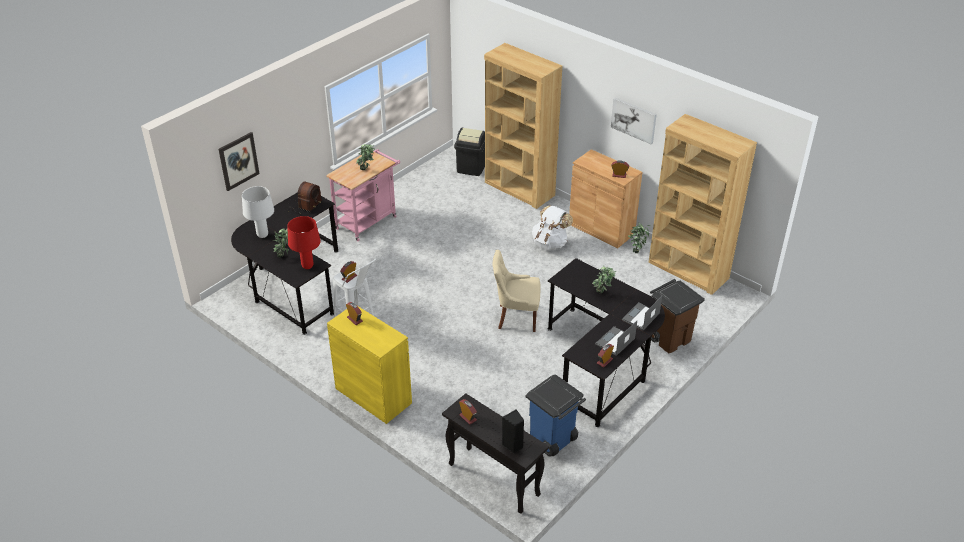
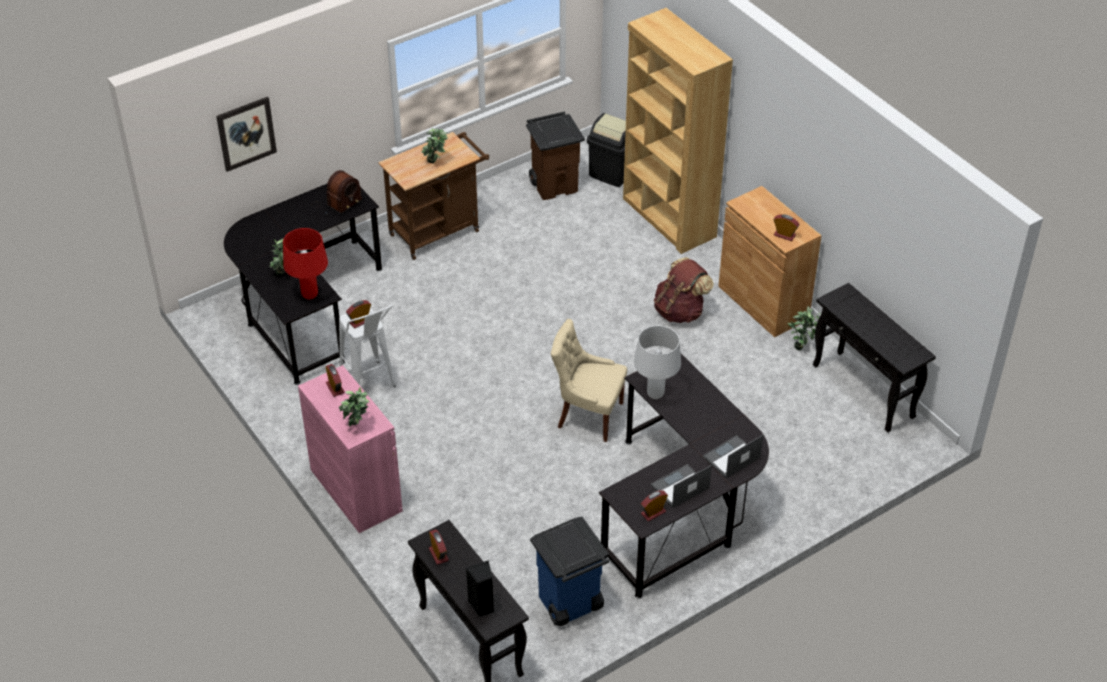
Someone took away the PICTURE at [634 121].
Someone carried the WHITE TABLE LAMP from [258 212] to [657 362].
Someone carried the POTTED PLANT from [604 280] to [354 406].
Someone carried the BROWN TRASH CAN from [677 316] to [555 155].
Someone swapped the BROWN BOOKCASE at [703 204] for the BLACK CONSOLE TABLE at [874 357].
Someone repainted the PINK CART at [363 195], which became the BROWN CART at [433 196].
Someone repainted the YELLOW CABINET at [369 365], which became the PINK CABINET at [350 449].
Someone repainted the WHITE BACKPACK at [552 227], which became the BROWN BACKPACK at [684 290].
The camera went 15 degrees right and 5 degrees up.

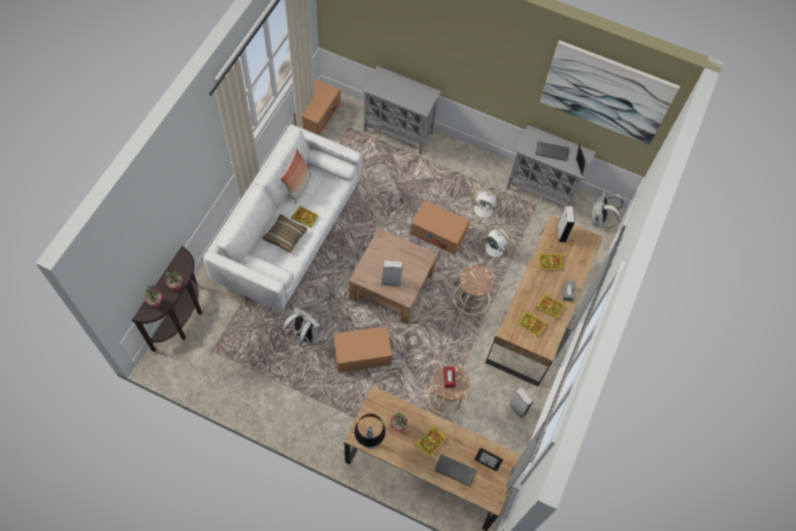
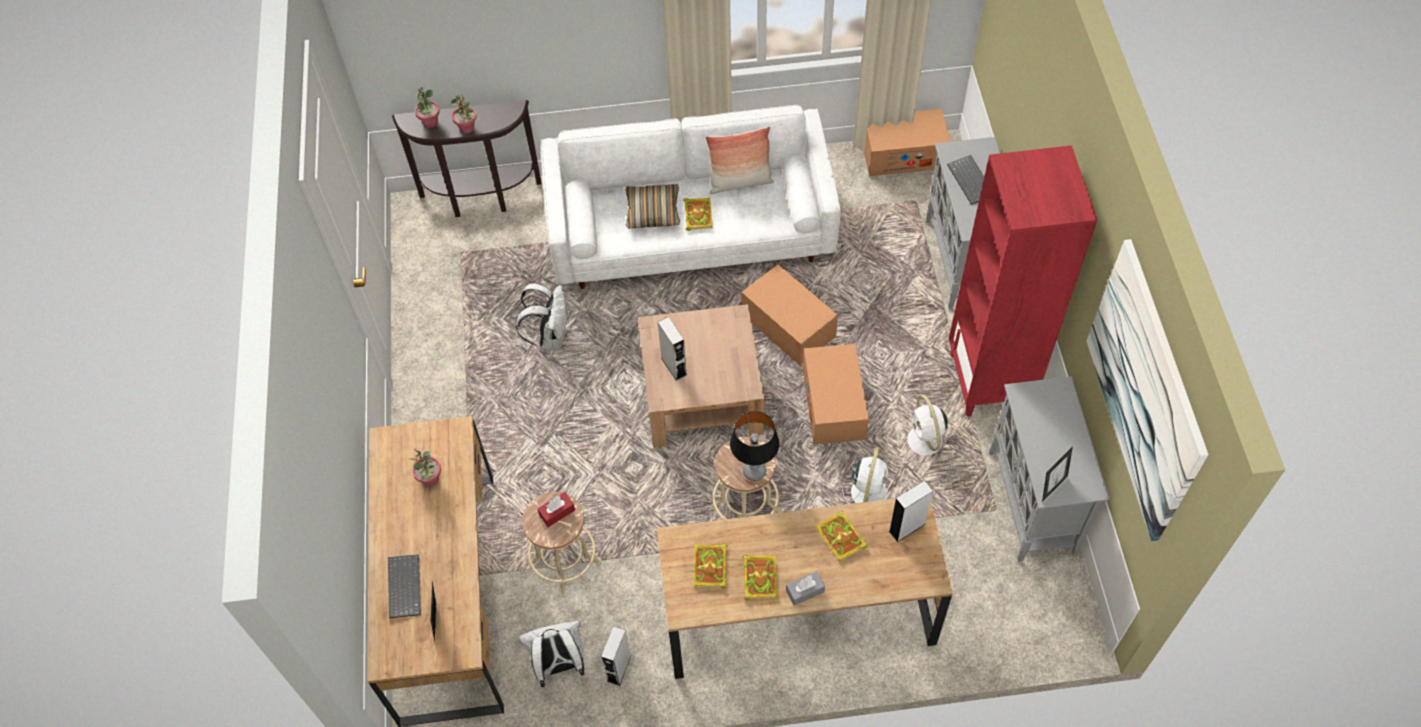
Someone took away the BOOK at [431 441].
Someone put down the RED BOOKCASE at [1023 280].
Someone carried the CARDBOARD BOX from [362 349] to [790 314].
Someone carried the TABLE LAMP from [370 431] to [755 446].
Someone carried the KEYBOARD from [552 151] to [965 180].
Someone carried the WHITE BACKPACK from [607 209] to [551 654].
The camera went 65 degrees right and 5 degrees down.

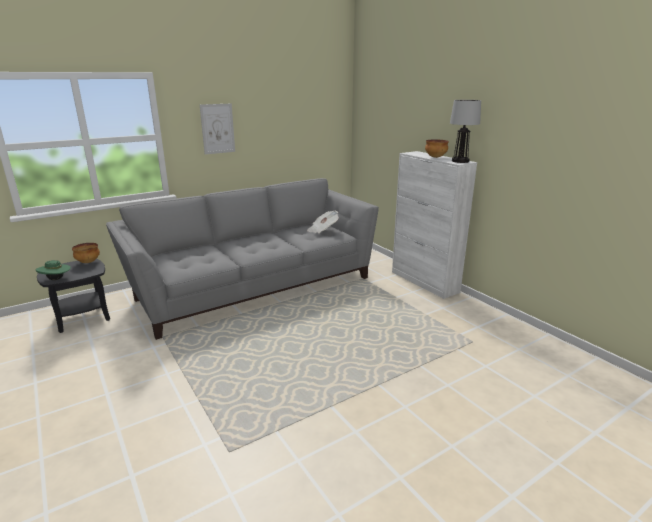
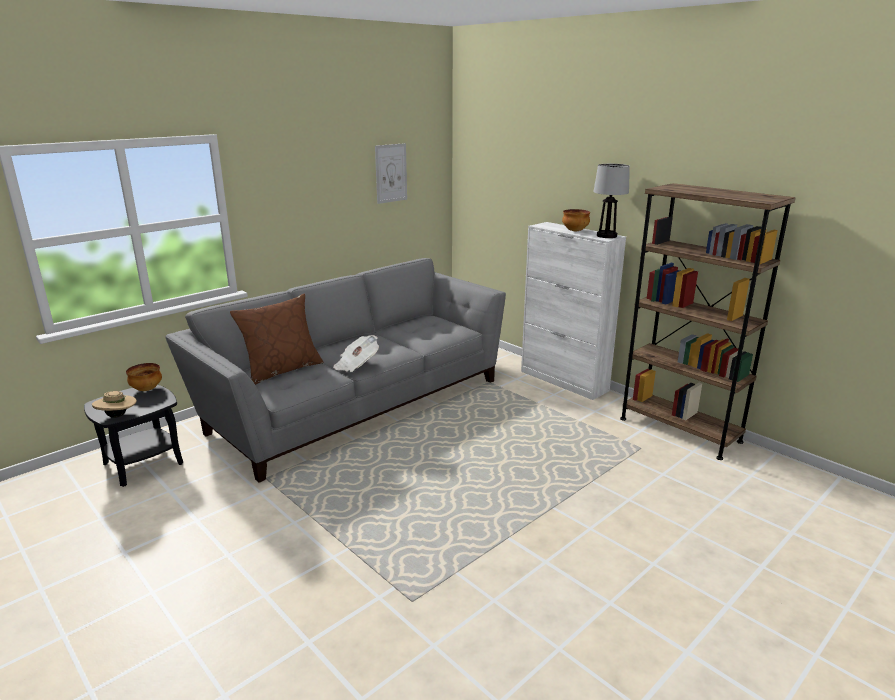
Someone put down the BROWN PILLOW at [277 339].
Someone put down the BROWN BOOKCASE at [708 321].
Someone carried the PICTURE from [217 129] to [391 173].
Someone carried the NEWSPAPER from [323 222] to [356 353].
Someone repainted the GREEN HAT at [53 270], which became the BEIGE HAT at [114 404].
The camera went 10 degrees left and 0 degrees up.

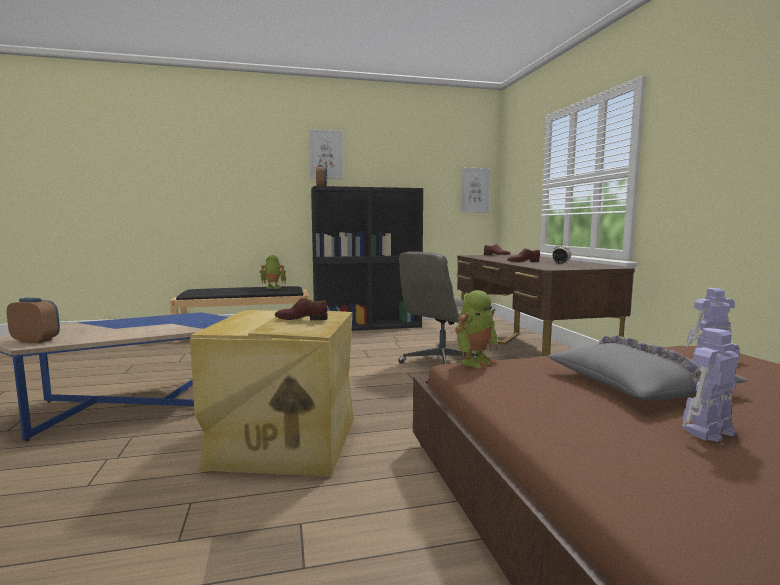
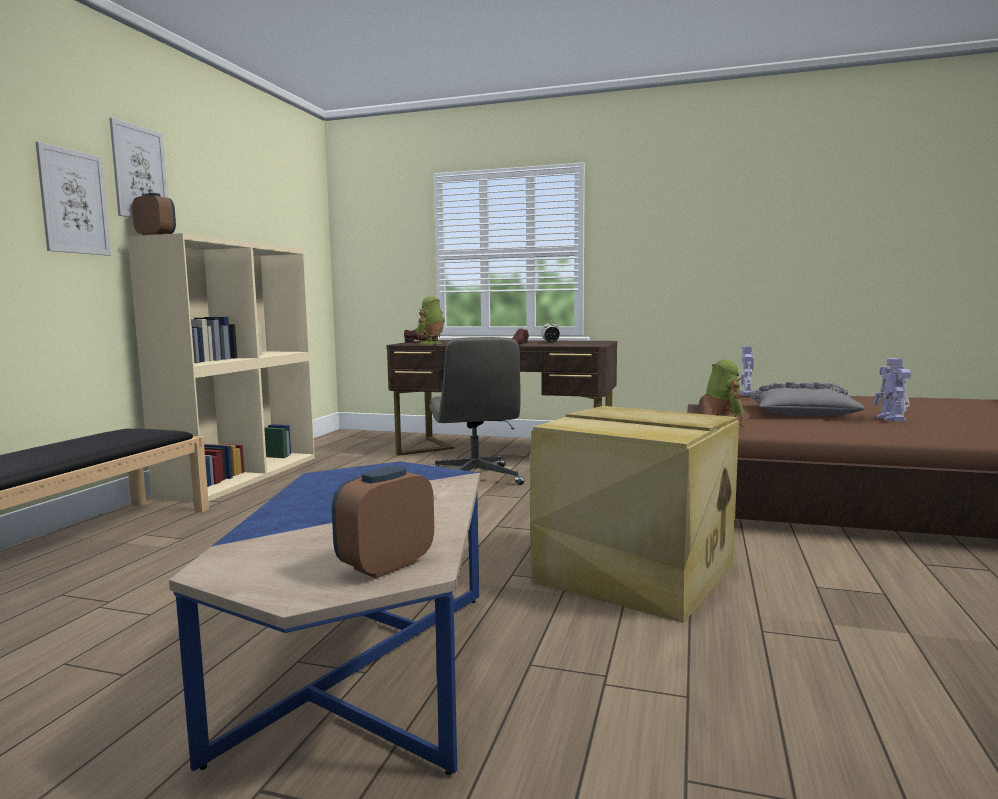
Someone took away the BROWN SHOE at [301 309].
Someone carried the TOY ROBOT from [273 272] to [430 320].
Someone carried the PICTURE from [475 190] to [73 198].
Someone repainted the BLACK BOOKCASE at [367 258], which became the BEIGE BOOKCASE at [221 368].
The camera went 60 degrees left and 0 degrees up.

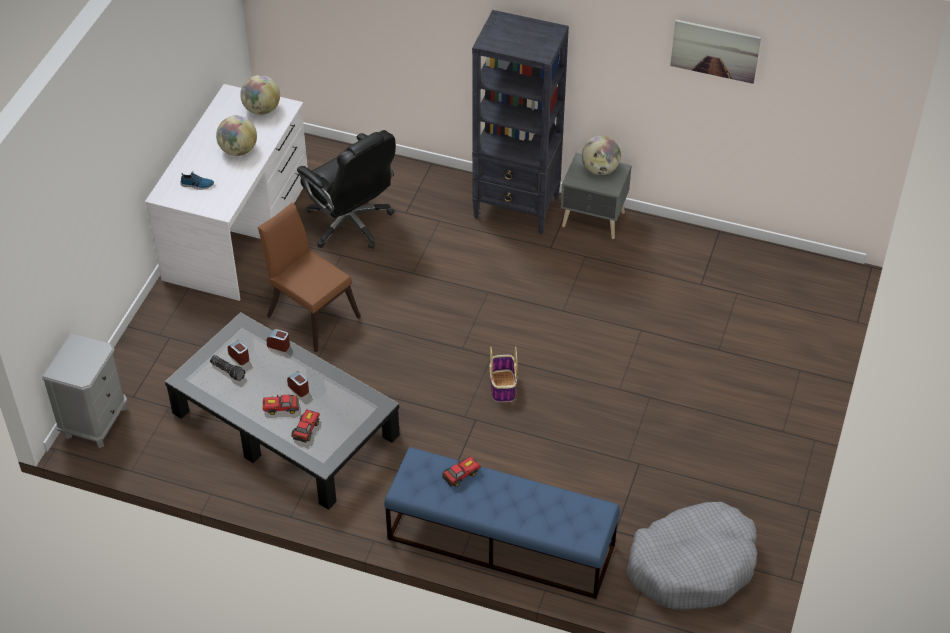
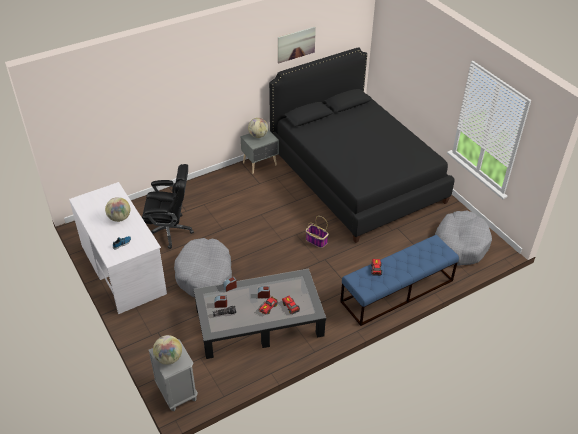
Someone took away the BLACK BOOKCASE at [520 122].
Someone put down the BLACK BED at [361 145].
Someone carried the GLOBE from [260 95] to [167 350].
Someone swapped the BROWN CHAIR at [309 277] for the GREY DOG BED at [203 267].
The camera went 50 degrees left and 5 degrees down.

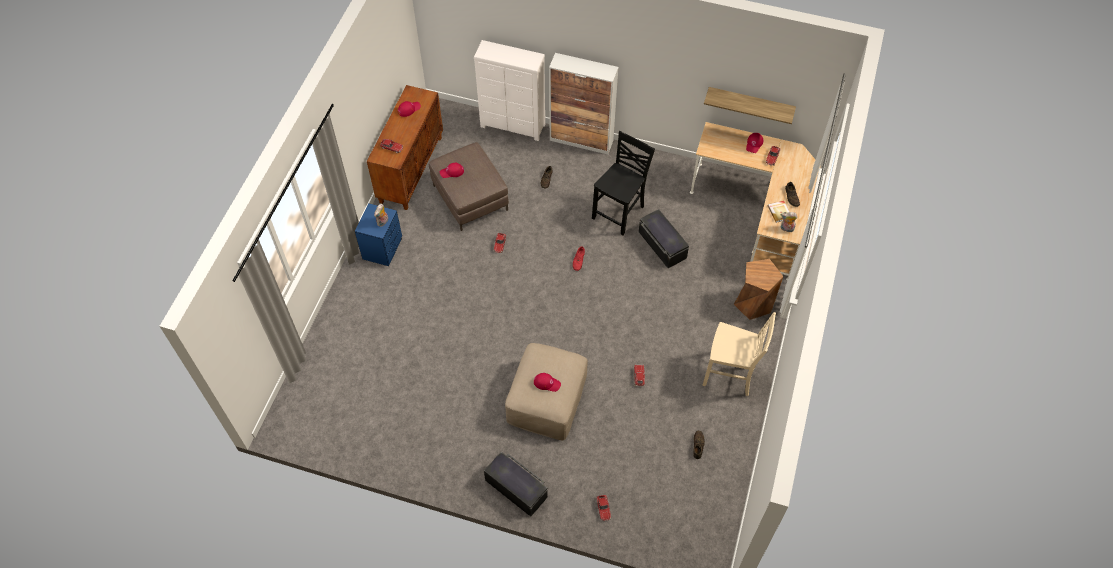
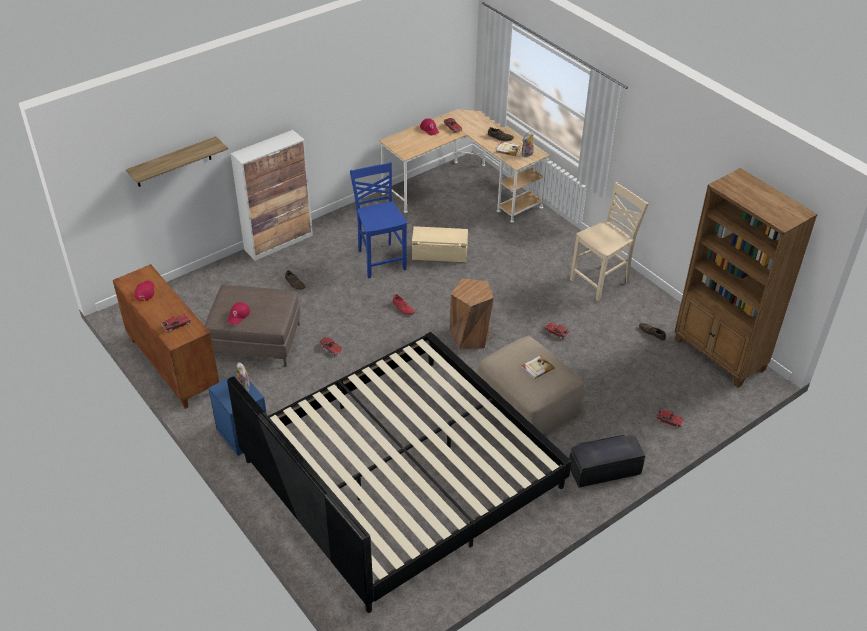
Someone took away the WHITE DRESSER at [509 90].
Someone put down the BED at [399 472].
Someone put down the BROWN BOOKCASE at [746 278].
Someone carried the SHELF from [750 105] to [177 161].
Someone carried the BROWN STOOL from [759 289] to [472 314].
Someone swapped the RED CAP at [547 382] for the BOOK at [538 367].
Someone repainted the BLACK CHAIR at [623 183], which became the BLUE CHAIR at [378 220].
Someone repainted the BLACK STORAGE BOX at [664 238], which became the BEIGE STORAGE BOX at [440 244].
The camera went 55 degrees left and 15 degrees down.

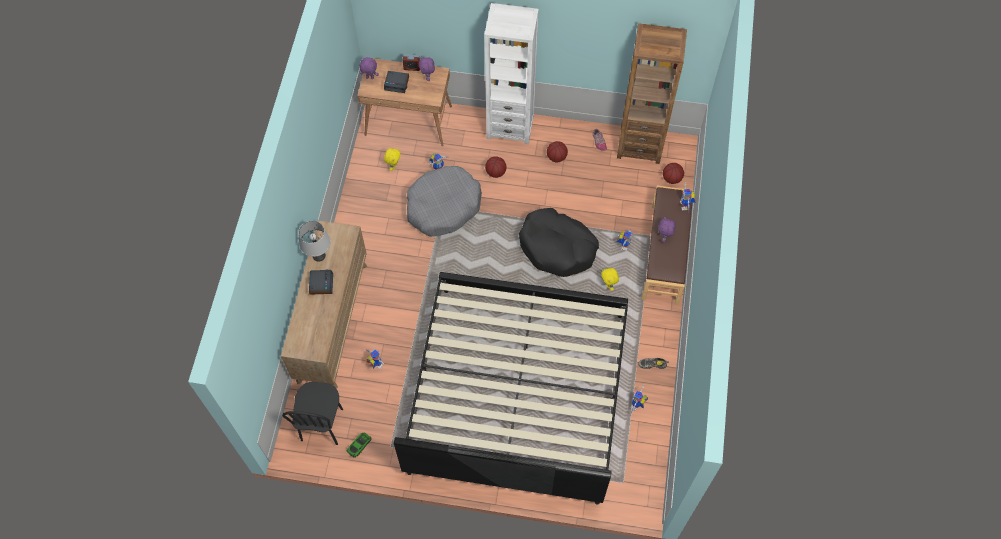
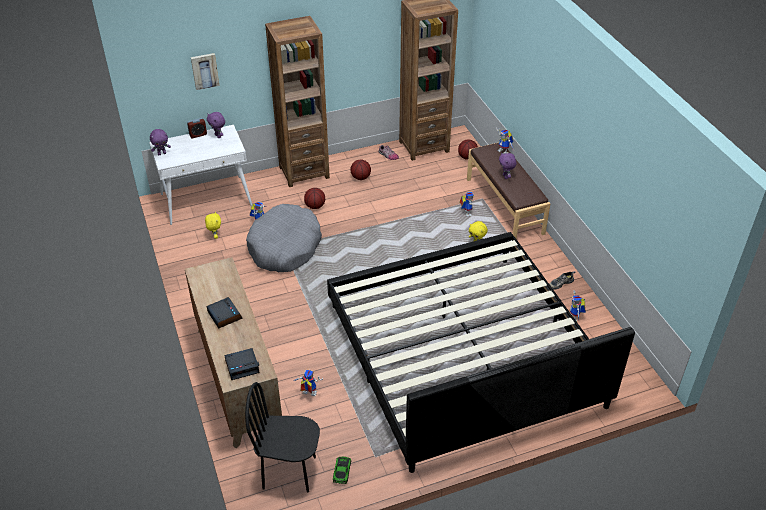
Someone took away the GREY TABLE LAMP at [314 241].
Someone took away the BLACK DOG BED at [559 242].
Someone put up the PICTURE at [205 71].
Someone carried the ALARM CLOCK from [396 82] to [242 364].
Someone repainted the BROWN DESK at [404 102], which became the WHITE DESK at [200 175].
Someone repainted the WHITE BOOKCASE at [511 74], which became the BROWN BOOKCASE at [297 101].
Someone rotated the BLACK CHAIR at [312 413] by 120 degrees clockwise.
The camera went 30 degrees left and 20 degrees down.

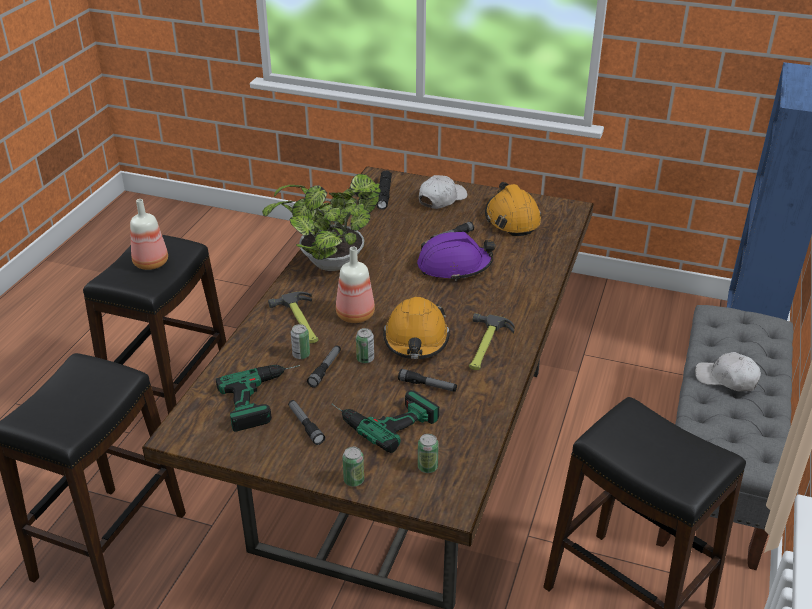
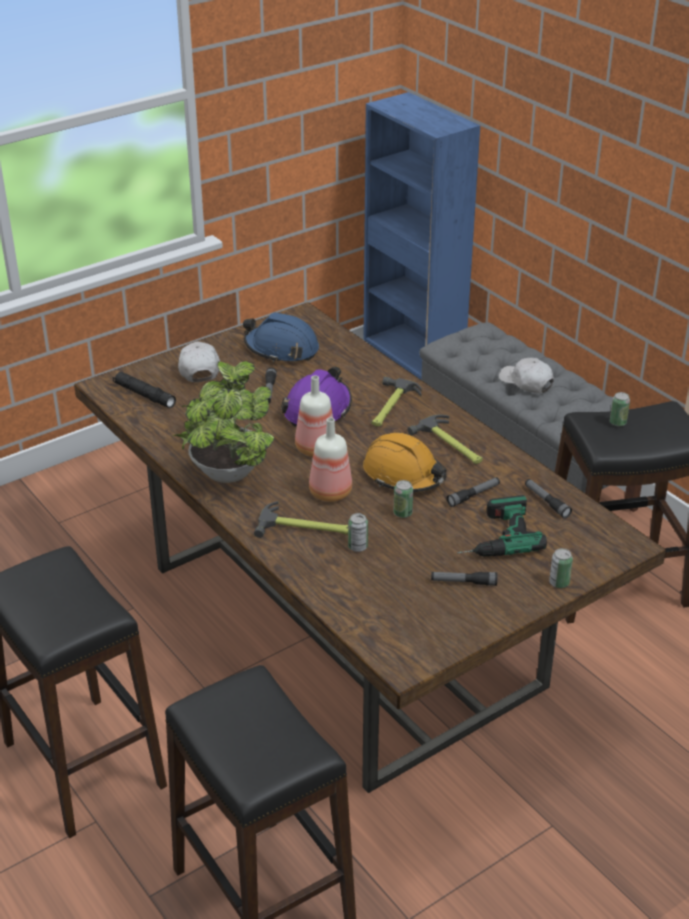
Someone took away the POWER DRILL at [258 398].
Someone put down the HAMMER at [396 402].
Someone carried the BOTTLE from [149 234] to [315 416].
Someone carried the FLASHLIGHT from [324 366] to [548 498].
Someone carried the CAN from [428 453] to [620 409].
Someone repainted the ORANGE HARD HAT at [513 209], which became the BLUE HARD HAT at [281 337].
Someone rotated the WHITE CAP at [728 372] by 75 degrees clockwise.
The camera went 55 degrees left and 0 degrees up.

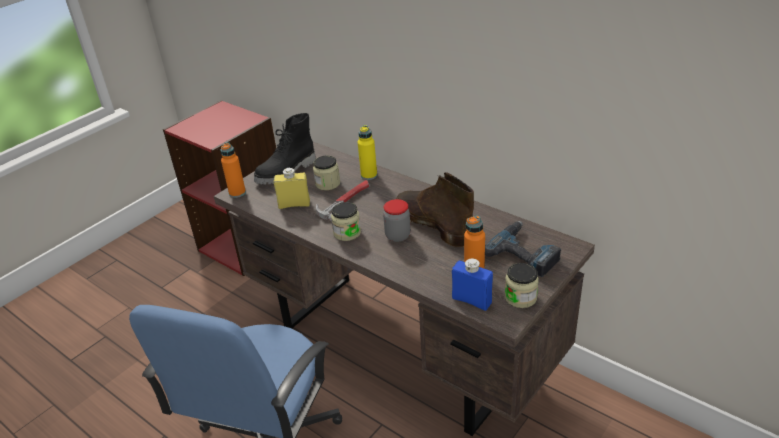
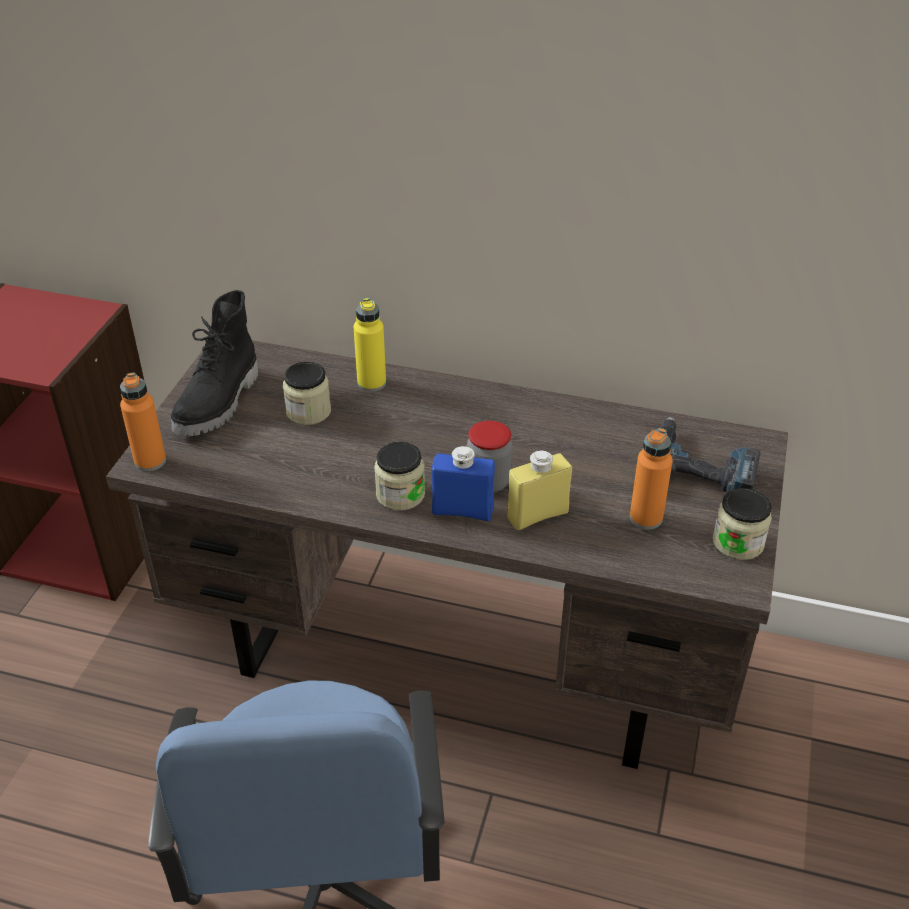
Someone took away the HAMMER at [342 200].
Someone took away the BROWN BOOT at [435 209].
Someone carried the YELLOW BOTTLE from [292 188] to [539 490].
Someone carried the BLUE BOTTLE from [472 285] to [463 483].
The camera went 25 degrees left and 5 degrees up.

